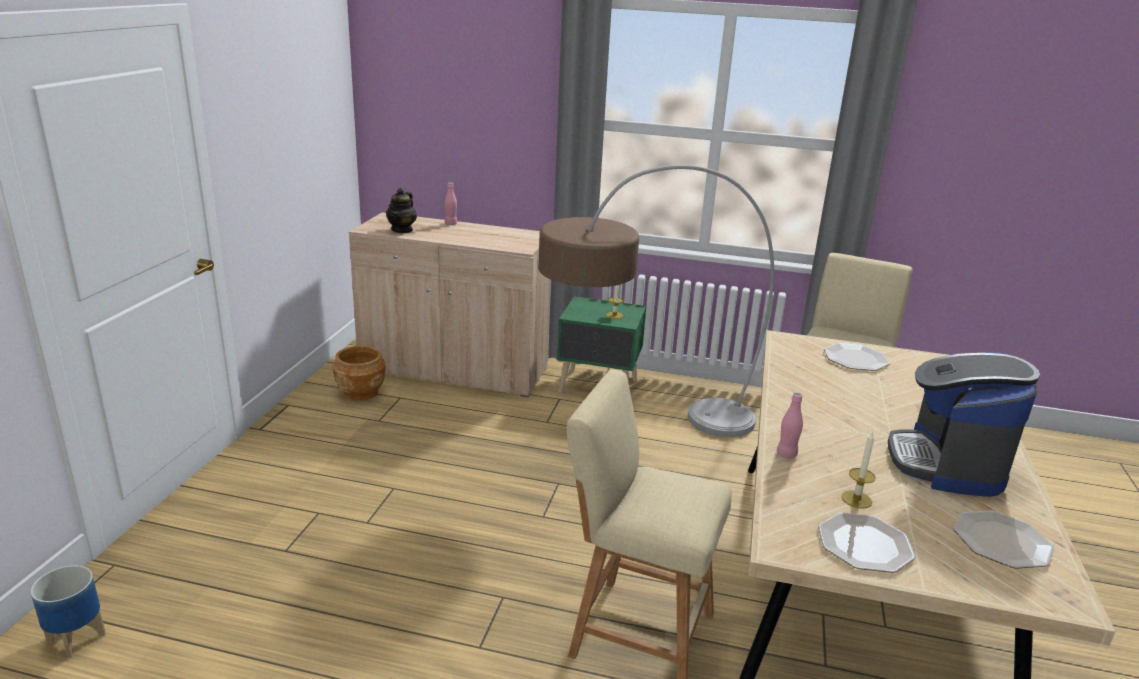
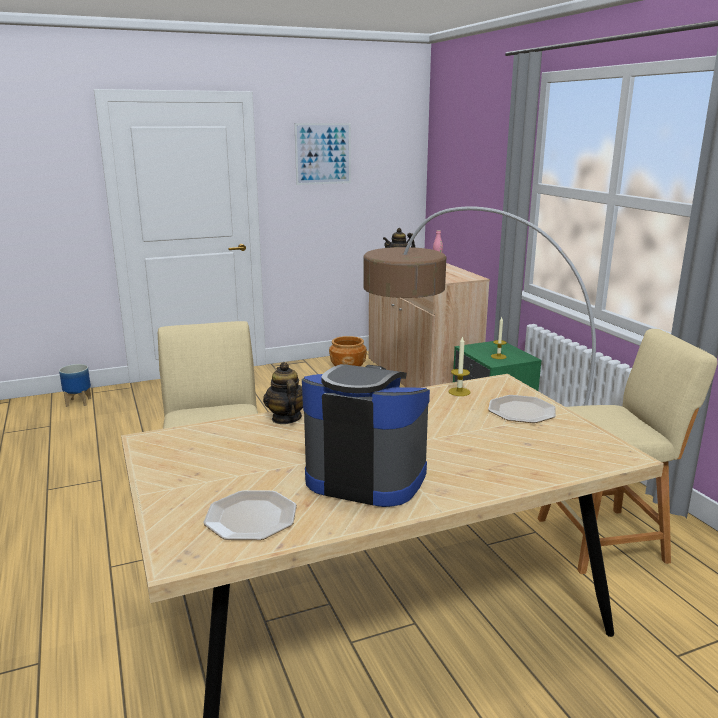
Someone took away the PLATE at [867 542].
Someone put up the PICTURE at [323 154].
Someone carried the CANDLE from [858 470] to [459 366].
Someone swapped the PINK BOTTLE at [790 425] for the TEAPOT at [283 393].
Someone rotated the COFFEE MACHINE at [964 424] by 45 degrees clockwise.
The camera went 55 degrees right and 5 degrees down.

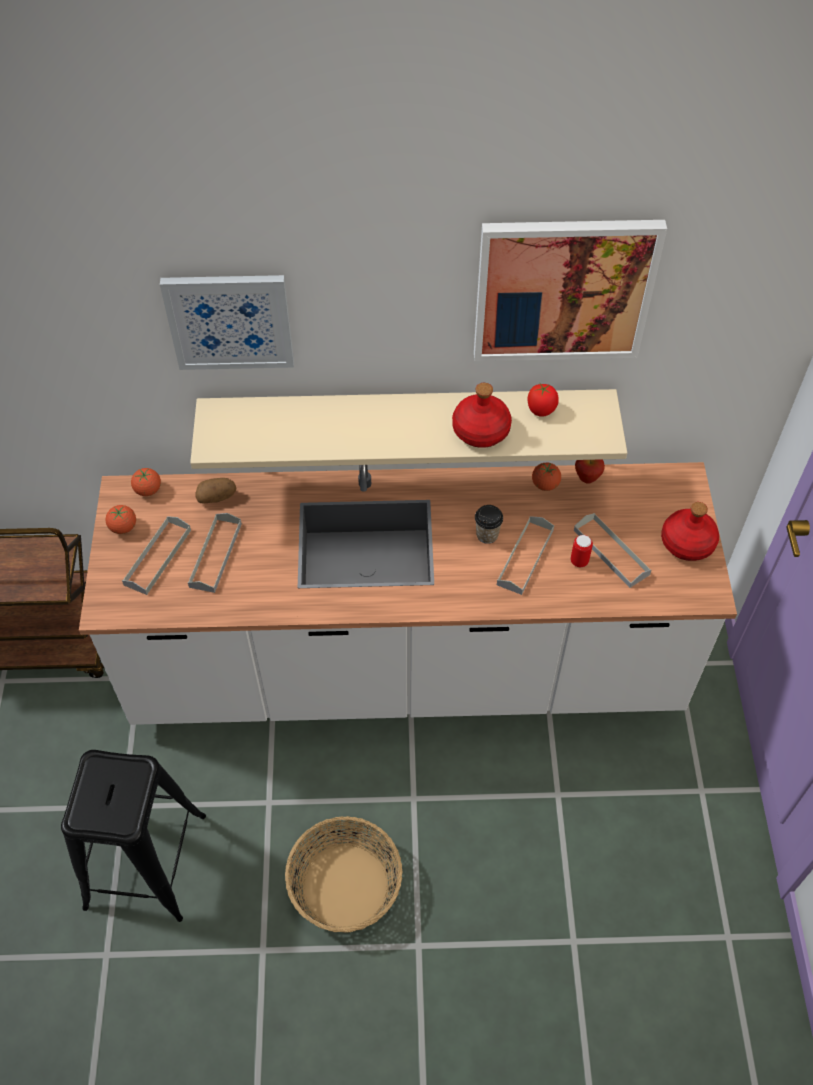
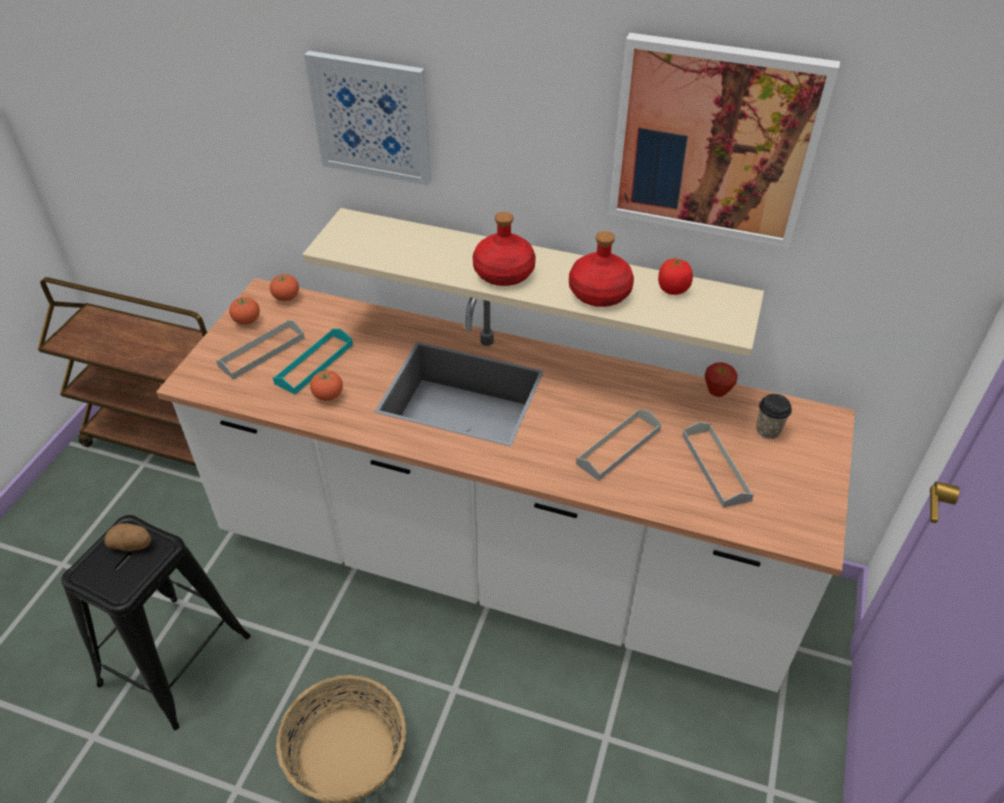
Someone took away the CAN at [582 551].
Someone carried the POTATO from [216 491] to [127 537].
Someone carried the CUP from [489 524] to [774 416].
Someone carried the TOMATO from [546 477] to [326 385].
Someone carried the RED BOTTLE from [690 531] to [504 249].
Someone repainted the GREY TRAY at [215 553], which became the TURQUOISE TRAY at [313 362].
The camera went 20 degrees right and 10 degrees down.

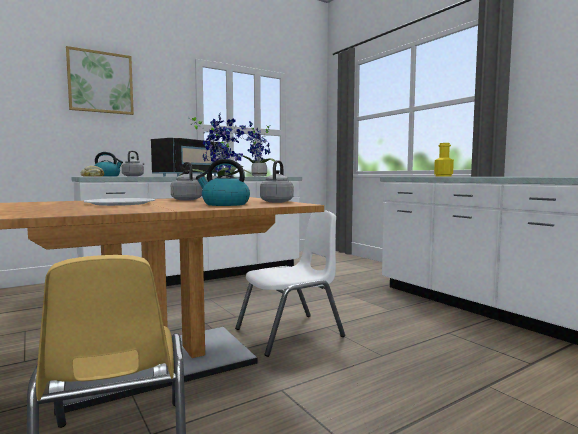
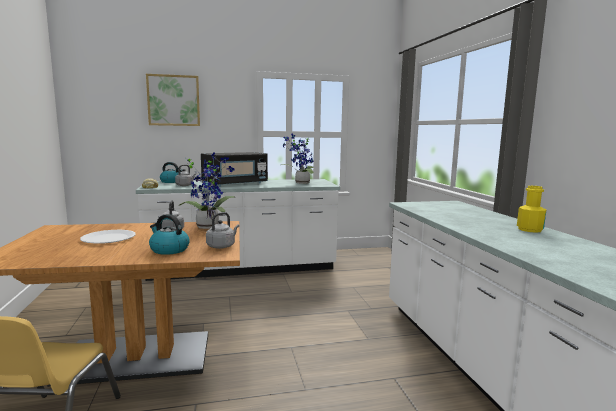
Someone took away the WHITE CHAIR at [290 283].
Someone carried the YELLOW BOTTLE from [444 159] to [531 209].
The camera went 20 degrees right and 5 degrees up.

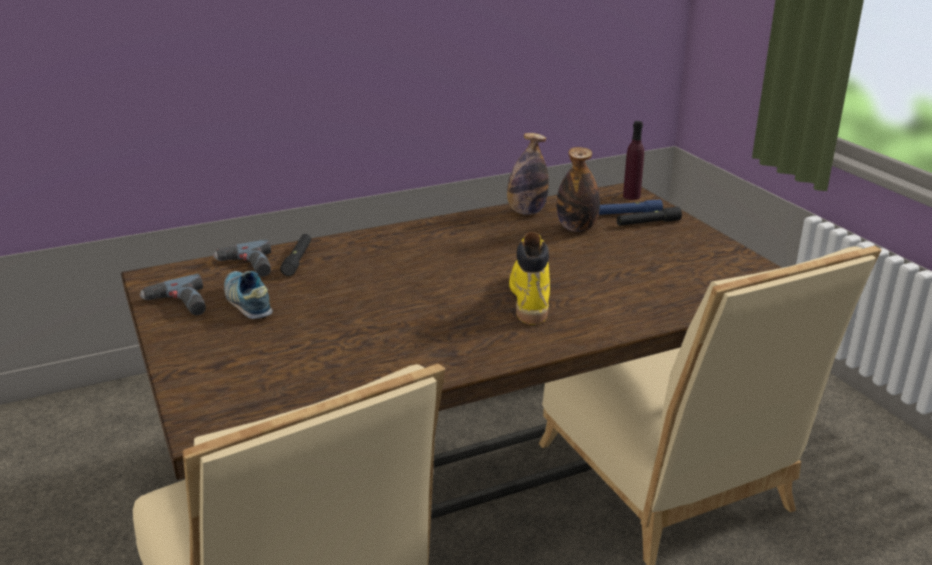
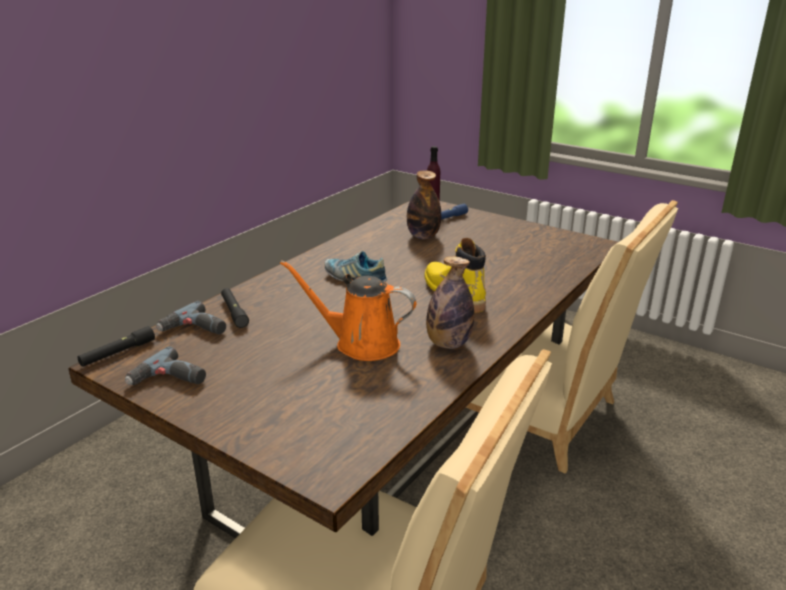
Someone put down the ORANGE WATERING CAN at [348 310].
Someone carried the SHOE from [248 295] to [356 266].
Someone carried the BOTTLE from [528 174] to [450 302].
Someone carried the BLACK FLASHLIGHT from [649 216] to [116 346].
The camera went 30 degrees left and 0 degrees up.

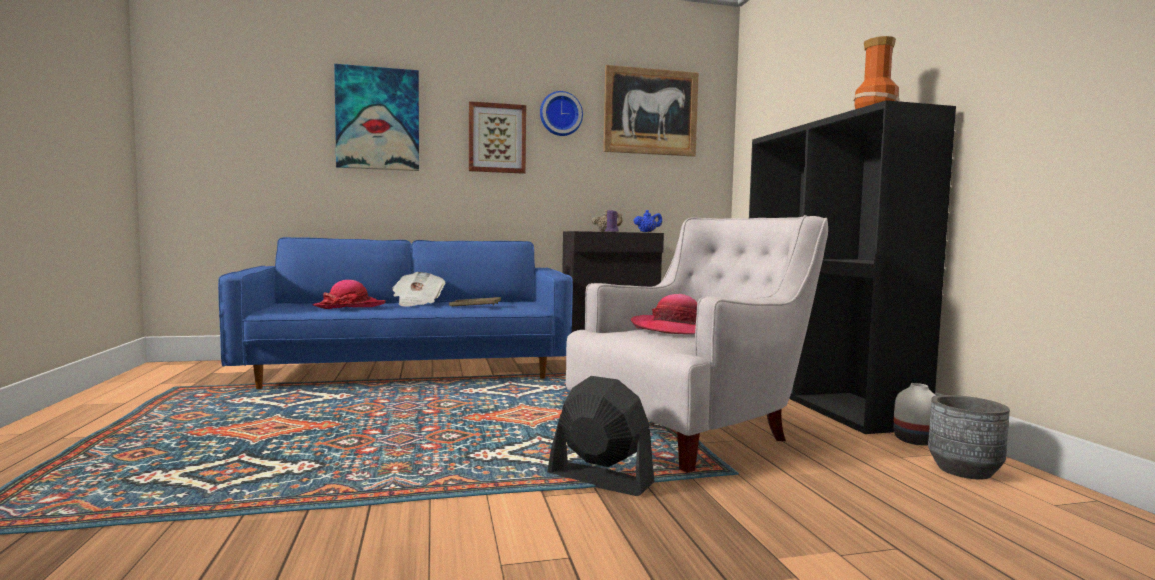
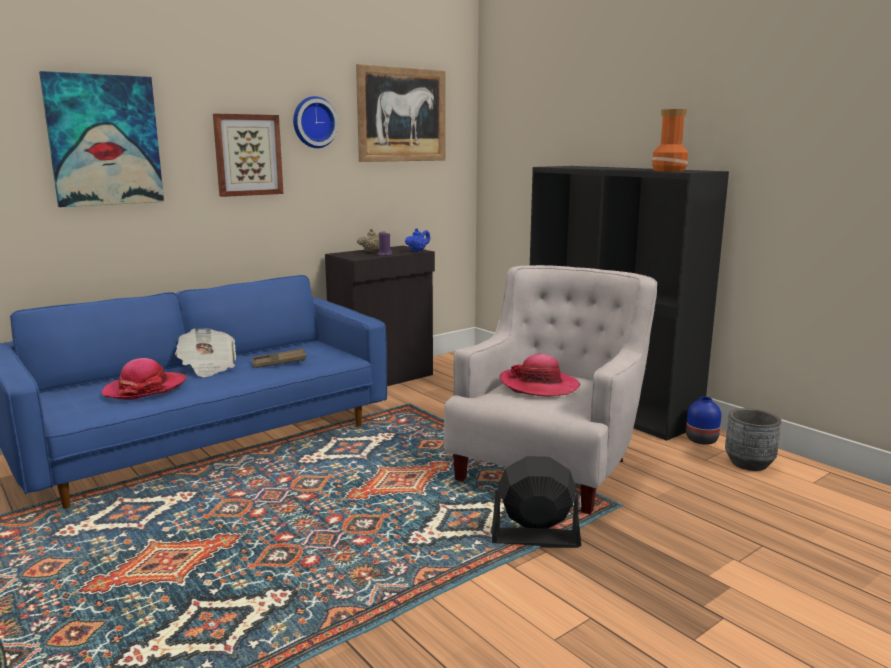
Someone repainted the WHITE VASE at [914 414], which became the BLUE VASE at [703 421].
The camera went 25 degrees left and 10 degrees up.

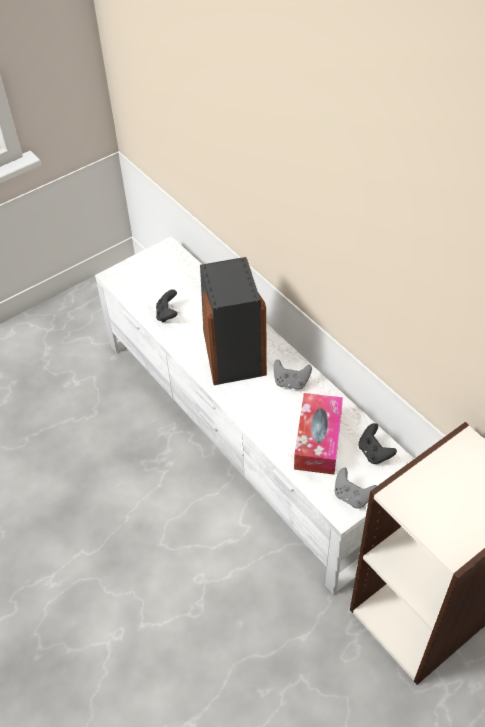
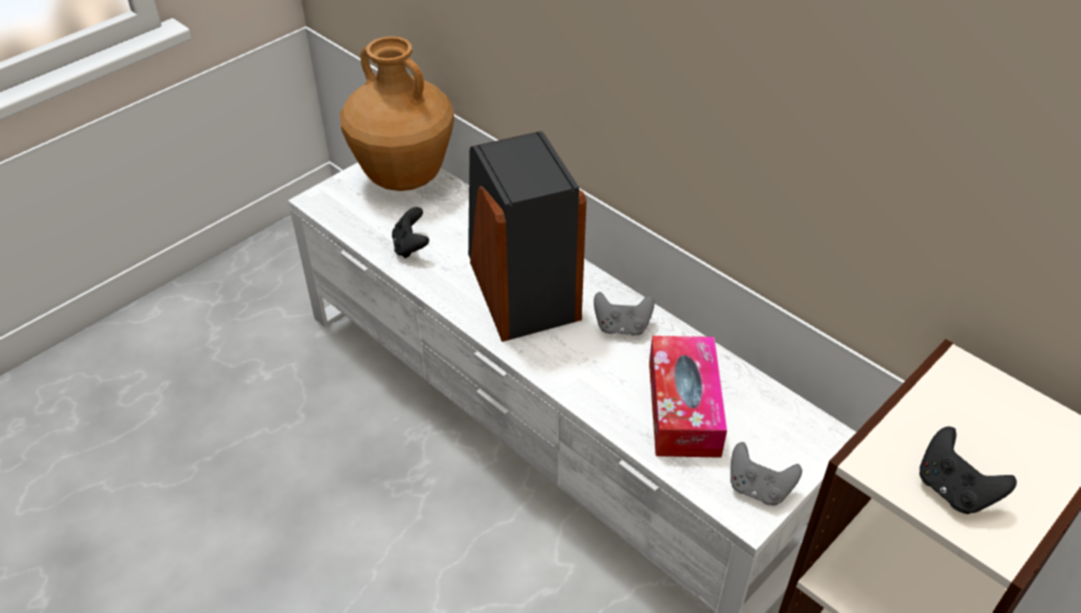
Someone put down the BROWN VASE at [397 113].
Someone carried the BLACK GAME CONTROLLER from [377 443] to [968 470].
The camera went 10 degrees left and 5 degrees down.

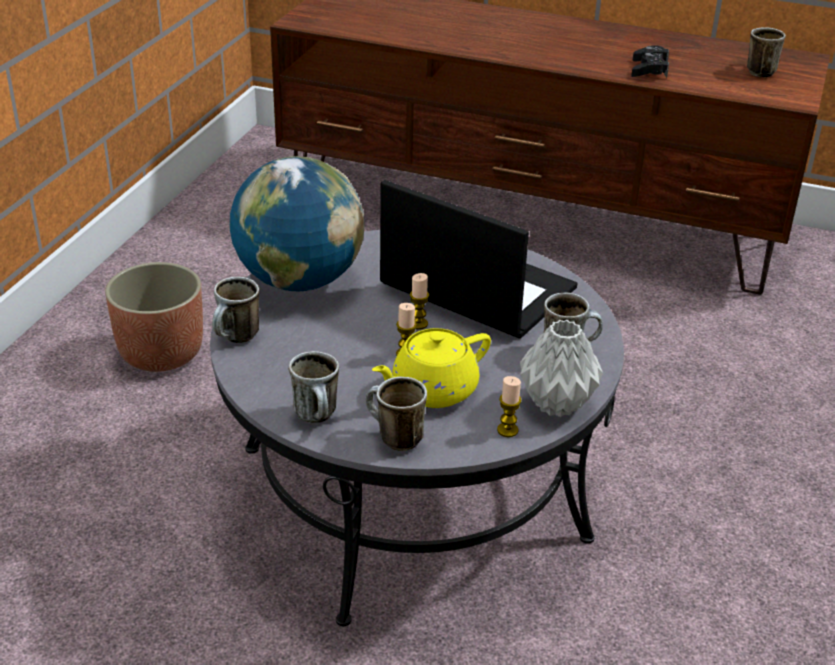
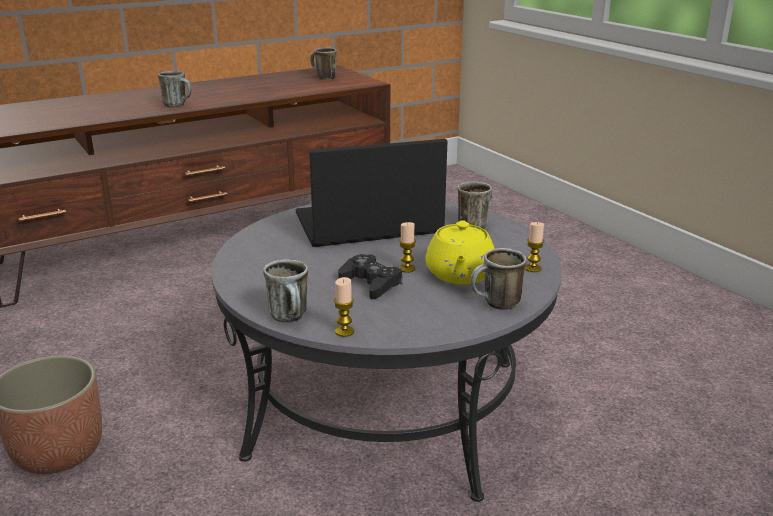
Someone took away the GLOBE at [297 223].
Someone took away the GREY VASE at [561 368].
Someone carried the MUG from [314 387] to [175 89].
Someone carried the CANDLE from [419 301] to [344 307].
Someone carried the BLACK GAME CONTROLLER from [650 61] to [370 277].
The camera went 50 degrees left and 10 degrees down.

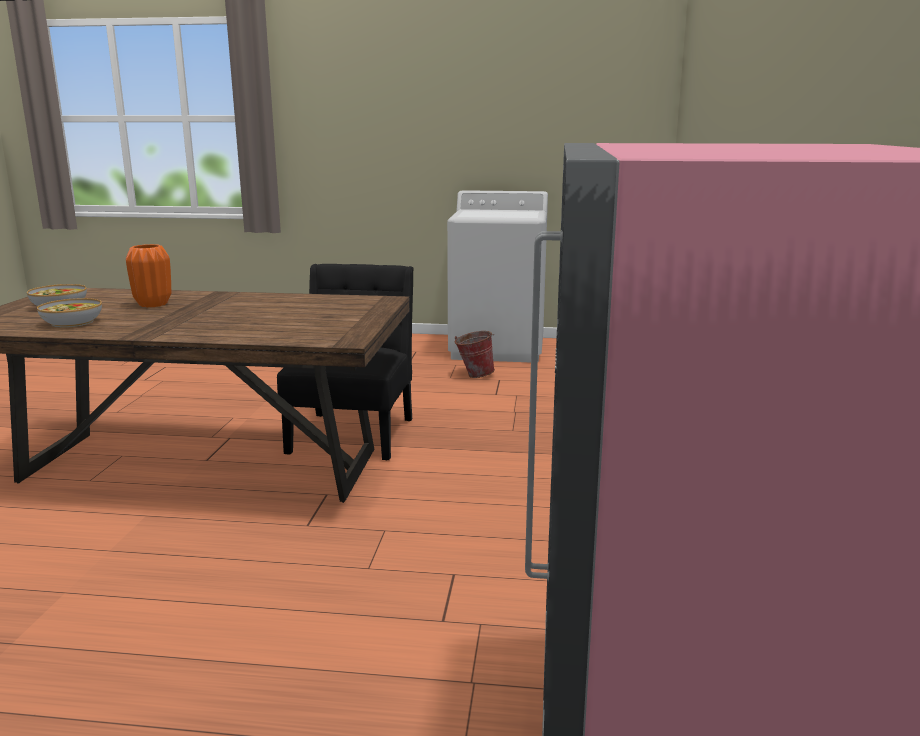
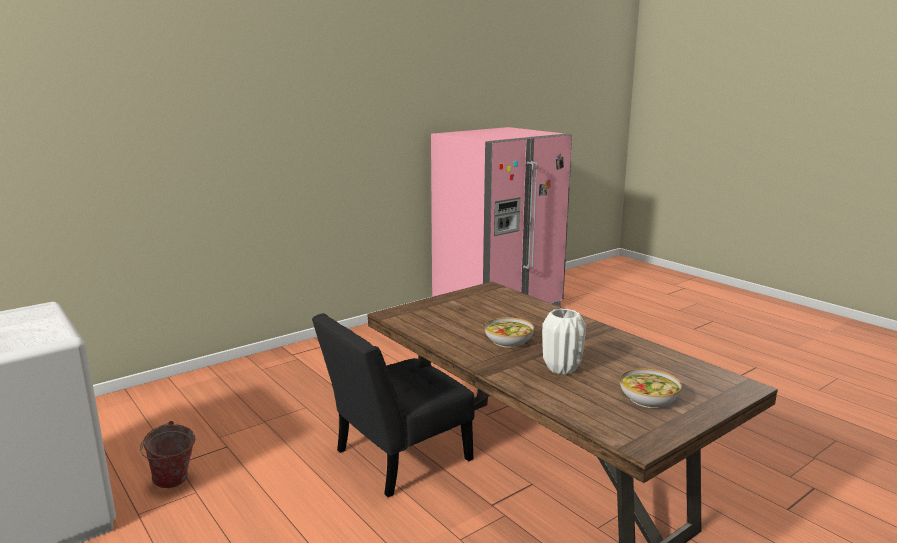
Someone carried the BOWL from [69 313] to [509 332].
Someone repainted the ORANGE VASE at [148 275], which became the WHITE VASE at [564 342].
The camera went 135 degrees left and 0 degrees up.

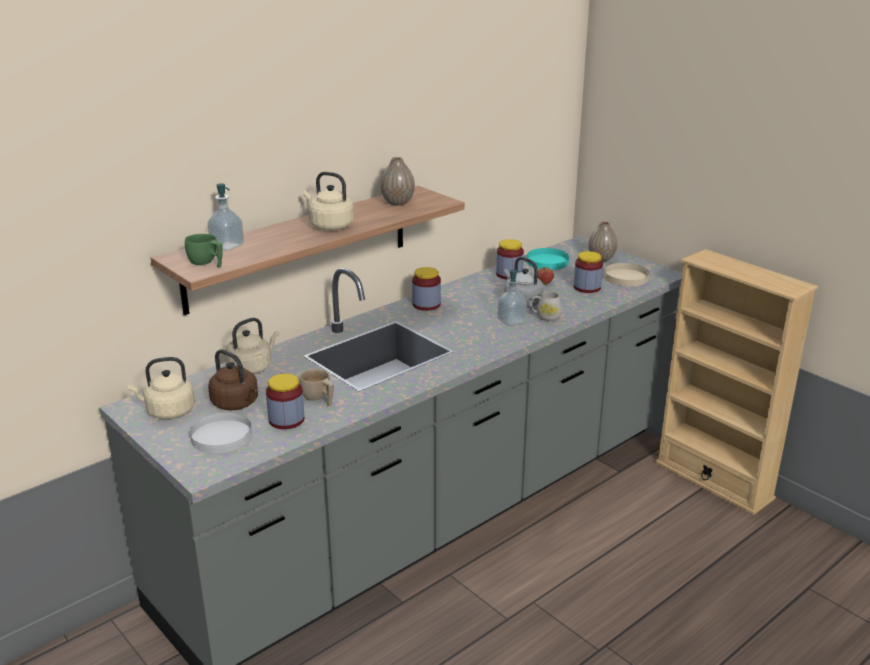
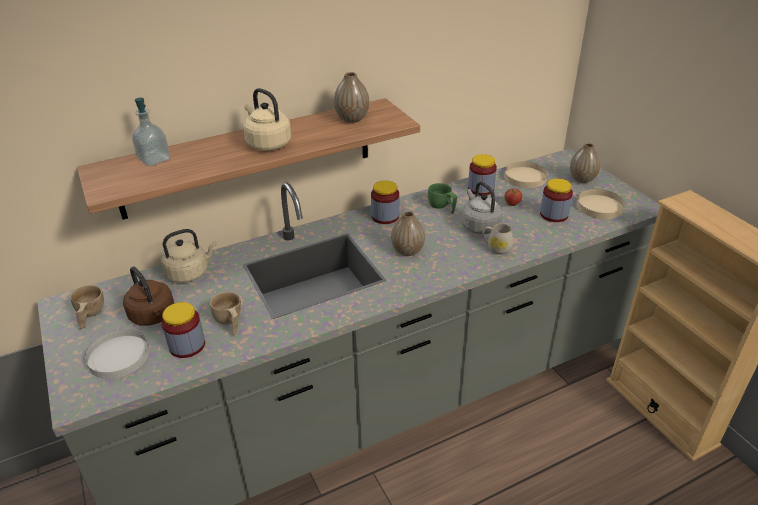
Someone took away the SOAP DISPENSER at [512 297].
Someone put down the VASE at [408 233].
Someone carried the GREEN CUP from [204 250] to [442 198].
Someone swapped the BEIGE KETTLE at [161 388] for the BEIGE CUP at [87 307].
Someone repainted the TURQUOISE PLATE at [548 259], which became the BEIGE PLATE at [526 174].
The camera went 15 degrees right and 10 degrees up.

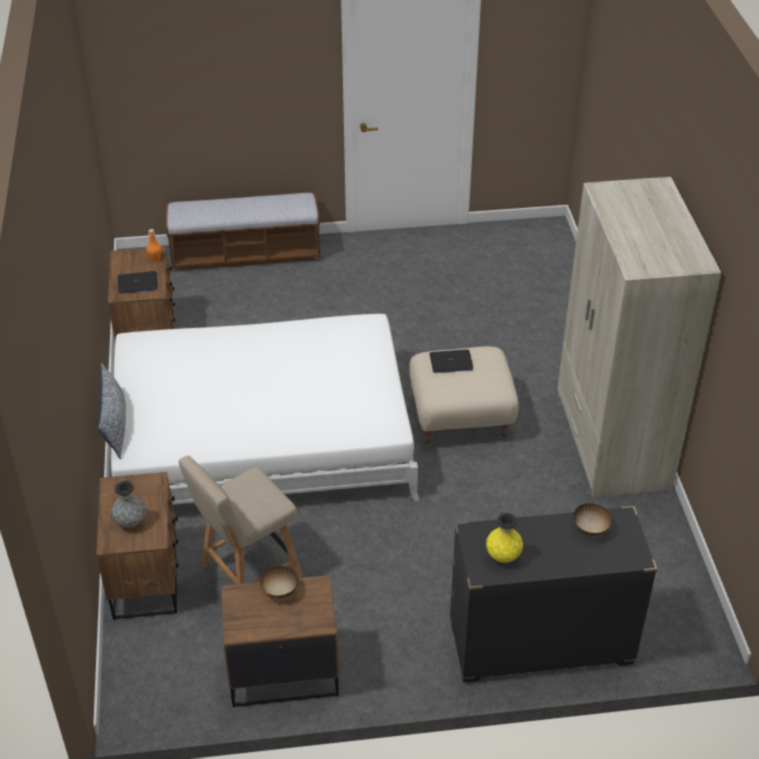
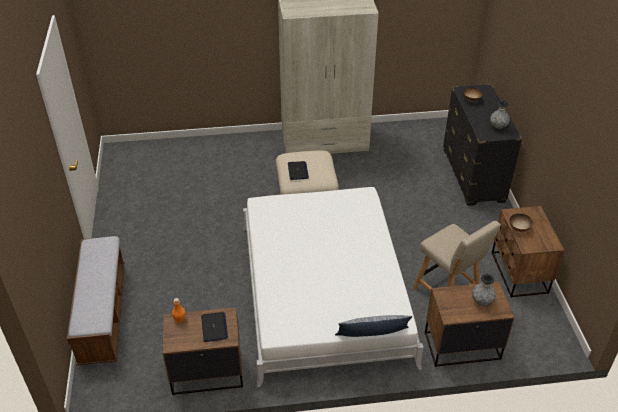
Someone repainted the YELLOW VASE at [504 538], which became the GREY VASE at [500 114].
The camera went 90 degrees left and 0 degrees up.

